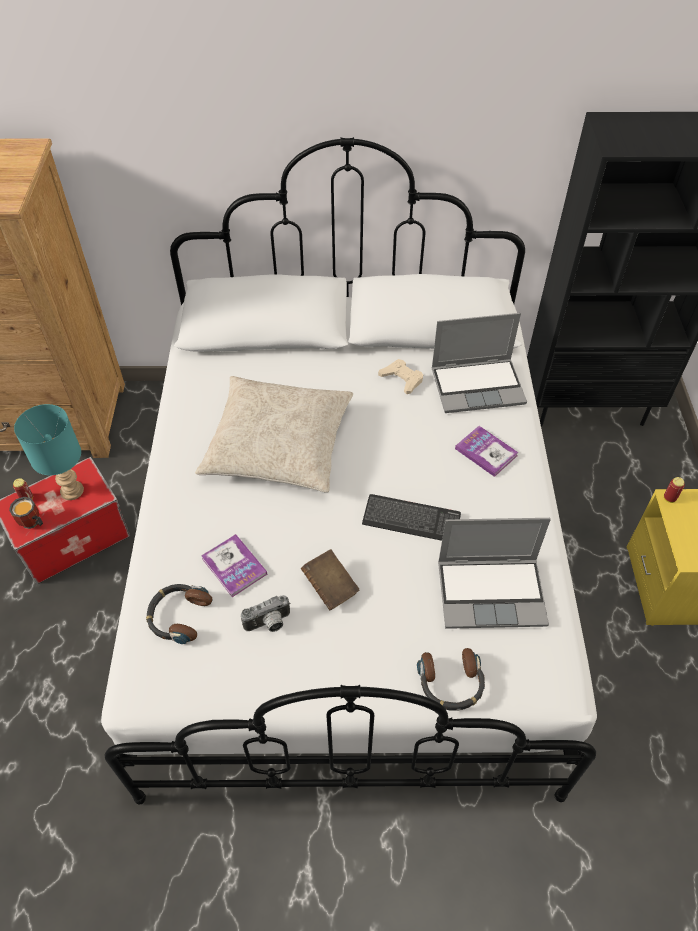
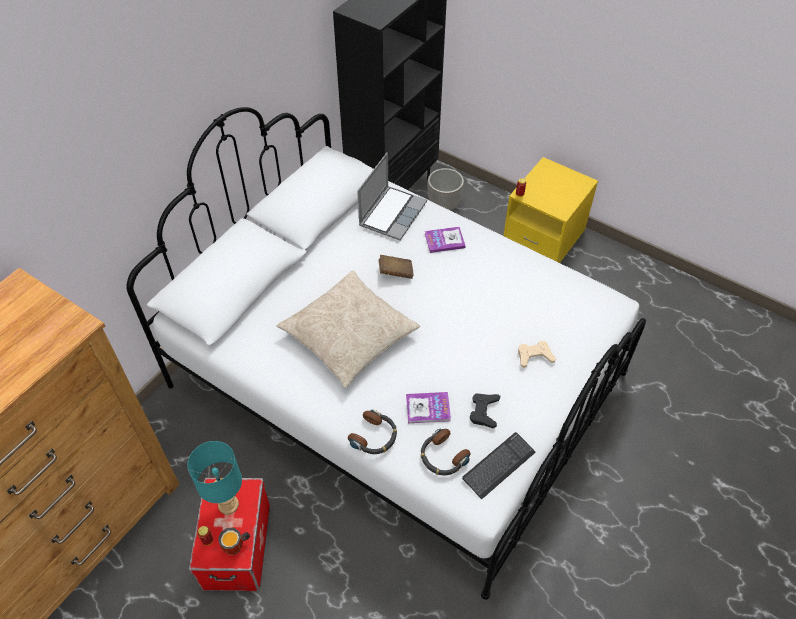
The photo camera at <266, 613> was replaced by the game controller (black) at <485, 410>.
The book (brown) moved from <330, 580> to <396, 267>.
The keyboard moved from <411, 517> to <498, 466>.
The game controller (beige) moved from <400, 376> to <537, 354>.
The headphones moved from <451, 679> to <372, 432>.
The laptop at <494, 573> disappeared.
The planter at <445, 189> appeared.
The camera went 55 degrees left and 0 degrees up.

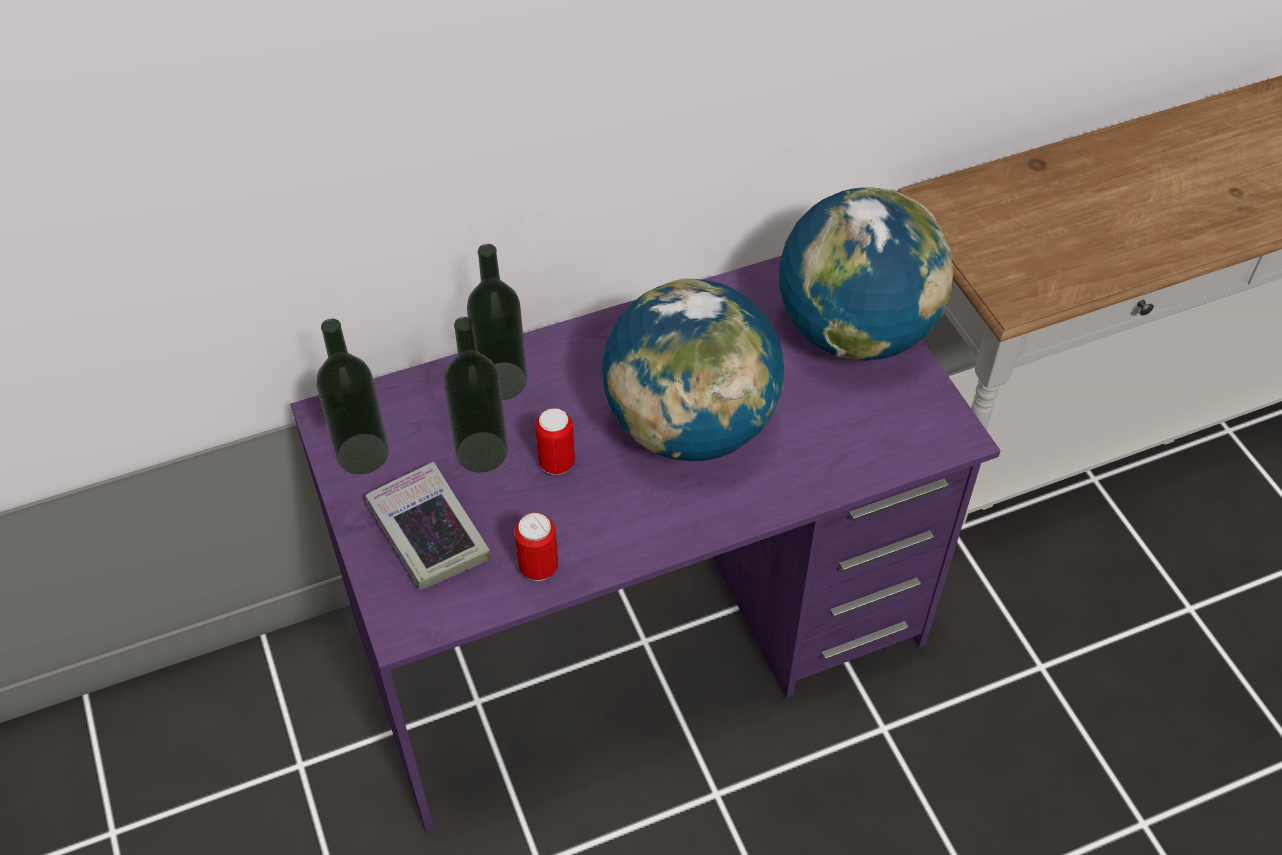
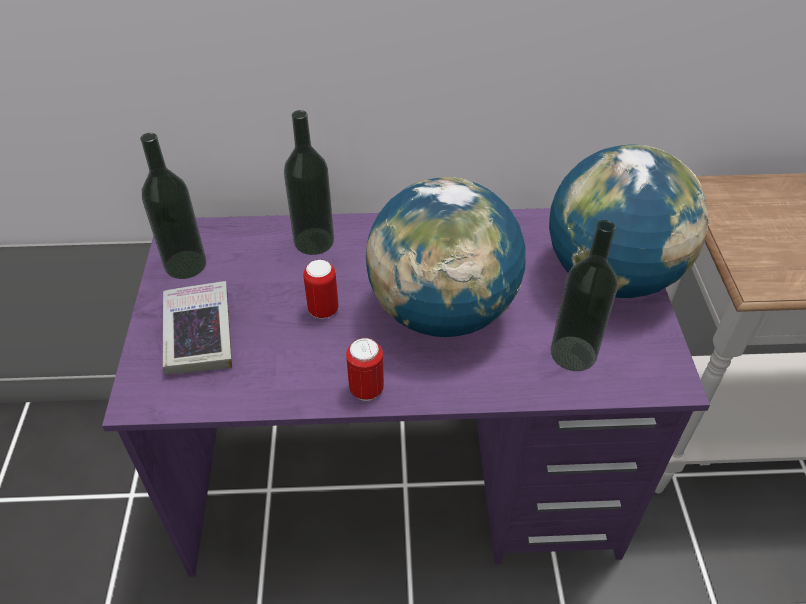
The bottle moved from <476, 395> to <584, 295>.
The can moved from <536, 546> to <365, 369>.
The camera went 20 degrees right and 5 degrees down.

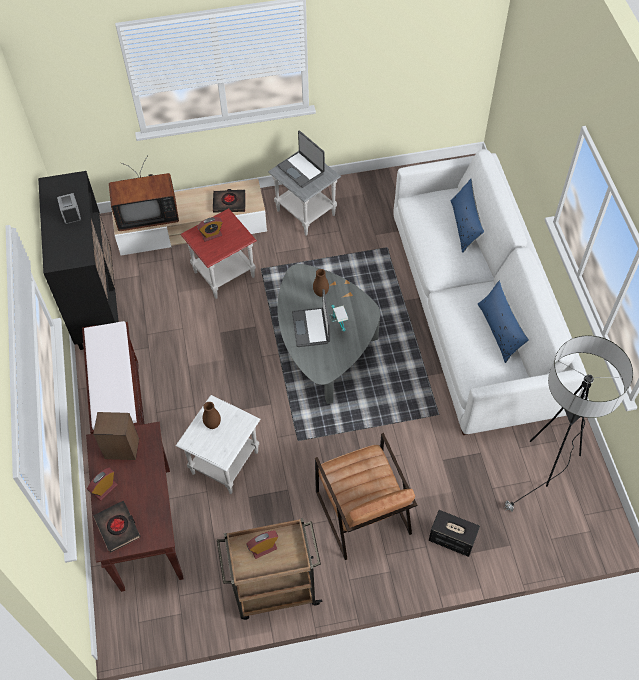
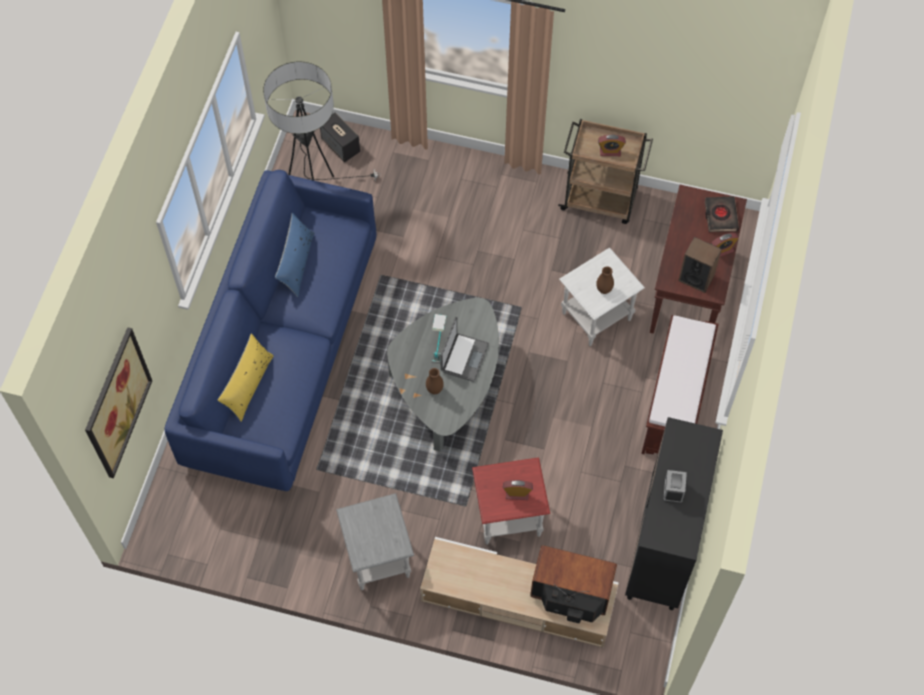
The book (black) at <229, 201> disappeared.
The laptop at <301, 159> disappeared.
The armchair (brown) at <366, 496> disappeared.
The sofa (white) at <490, 292> became the sofa (blue) at <270, 330>.
The speaker moved from <454, 533> to <340, 137>.
The pillow (blue) at <467, 216> became the pillow (yellow) at <246, 378>.
The picture at <118, 402> appeared.
The camera went 155 degrees left and 5 degrees up.

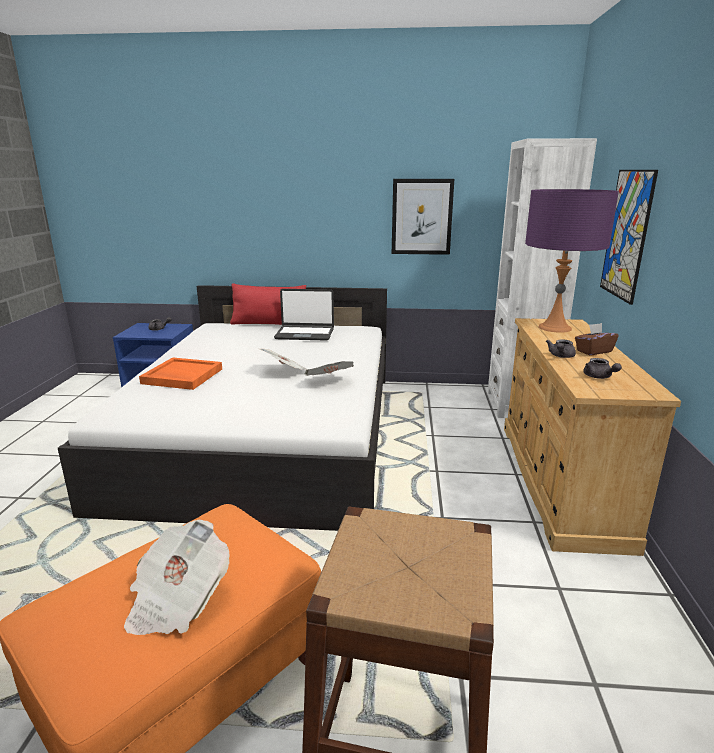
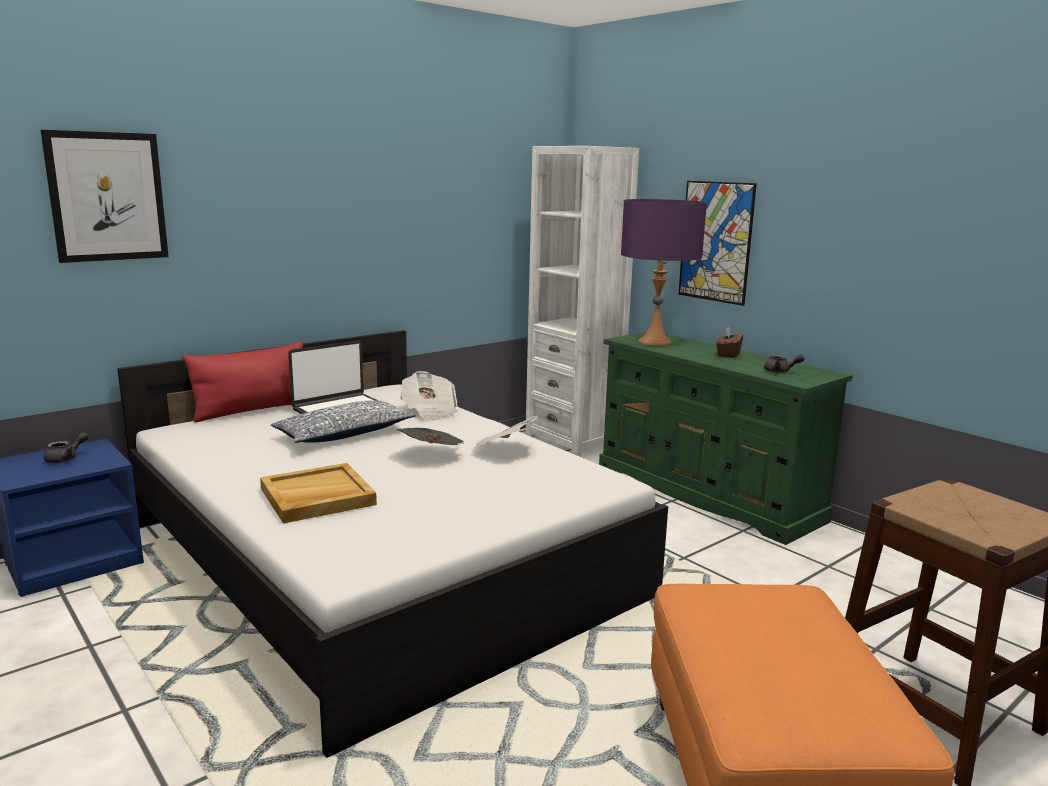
The newspaper moved from <177, 577> to <428, 396>.
The tray (orange) at <180, 373> became the tray (beige) at <318, 493>.
The picture moved from <423, 217> to <105, 196>.
The dresser (beige) at <592, 437> became the dresser (green) at <726, 438>.
The teapot (grey) at <561, 348> disappeared.
The pillow at <343, 422> appeared.
The camera went 45 degrees left and 5 degrees down.

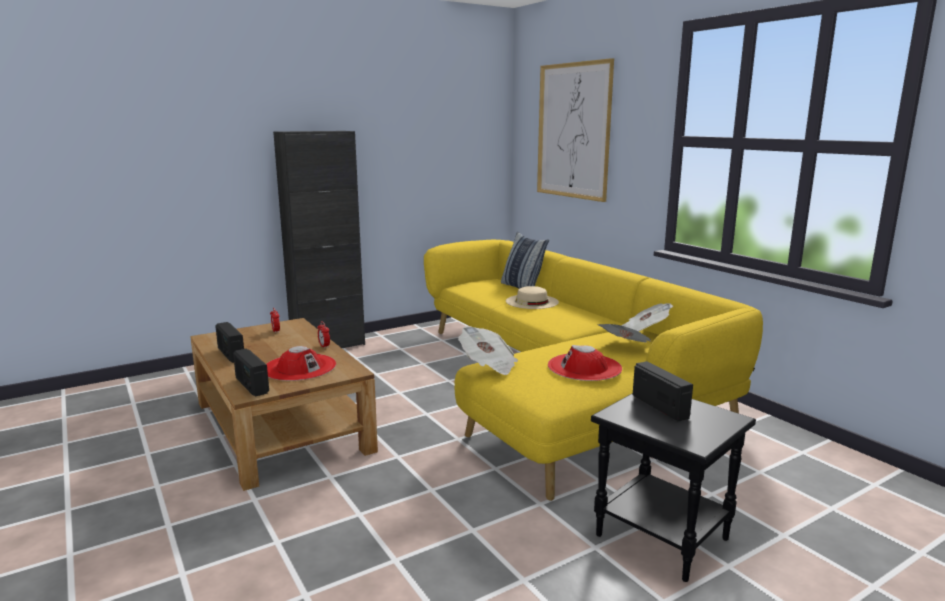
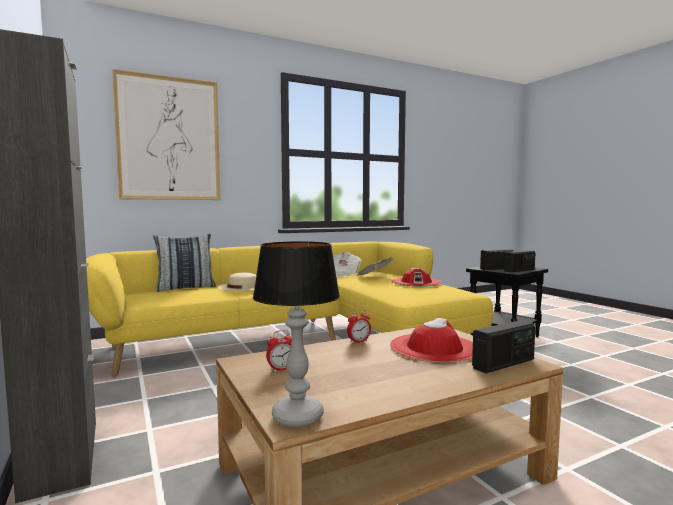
The radio moved from <229, 342> to <520, 261>.
The newspaper at <488, 350> disappeared.
The table lamp at <296, 334> appeared.
The camera went 85 degrees left and 10 degrees down.

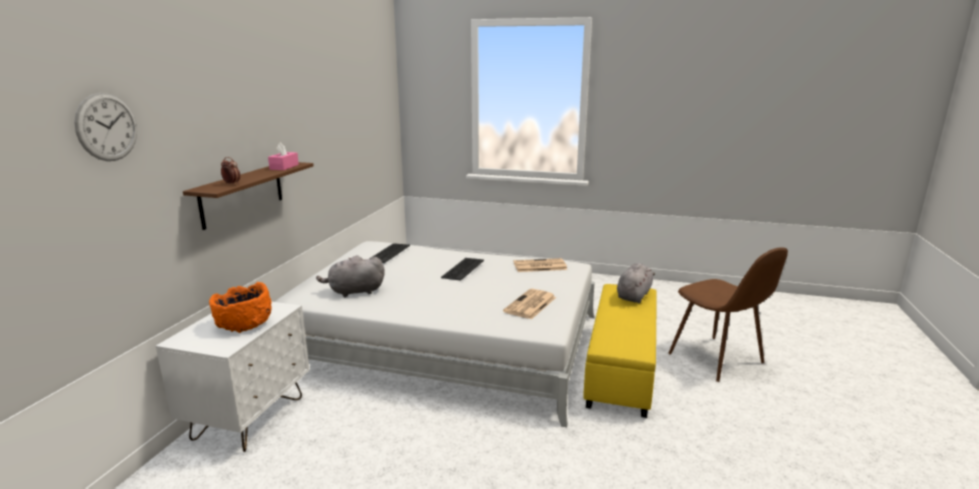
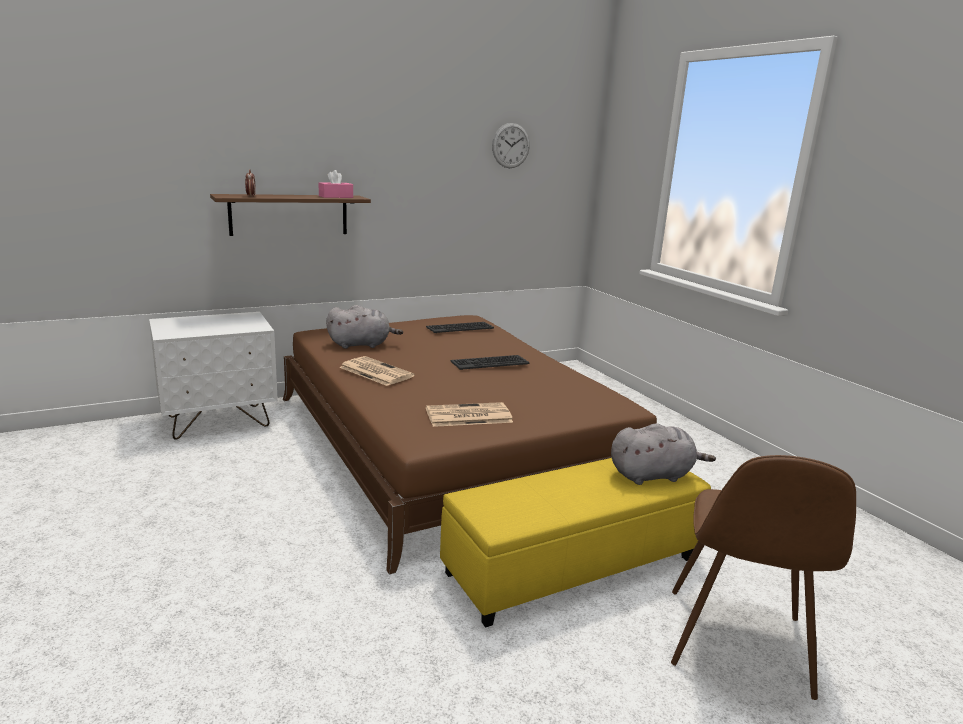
The wall clock moved from <105, 127> to <511, 145>.
The bowl (orange) at <240, 307> disappeared.
The bed (white) at <435, 334> became the bed (brown) at <470, 445>.
The plush toy (grey) at <350, 276> turned 135 degrees clockwise.
The newspaper moved from <540, 265> to <377, 371>.
The camera went 45 degrees right and 0 degrees up.

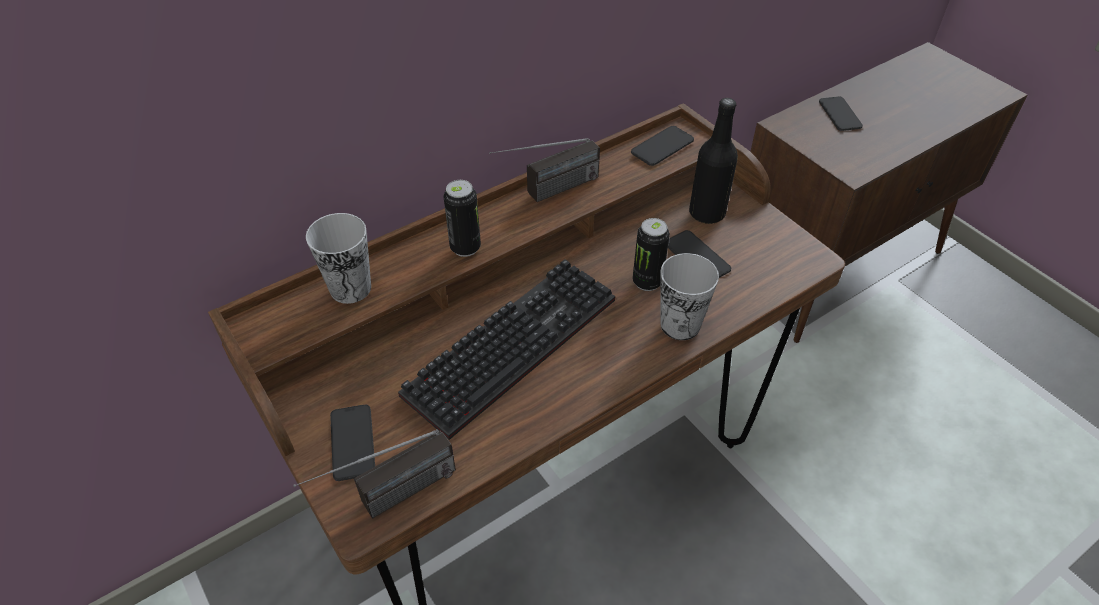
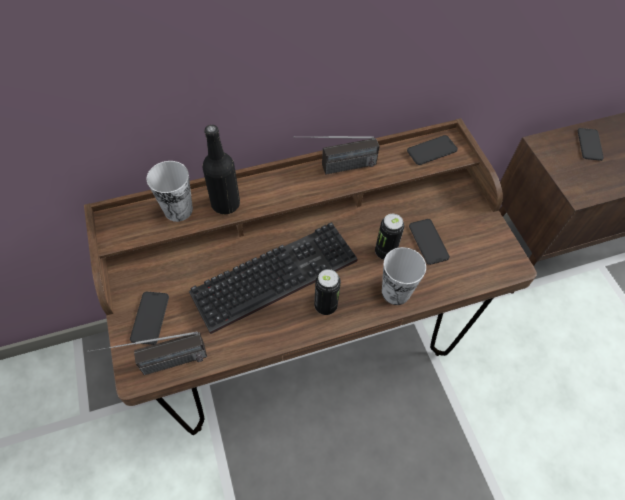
The can moved from <462, 218> to <327, 292>.
The bottle (black) moved from <713, 161> to <221, 169>.
The camera went 15 degrees right and 10 degrees up.

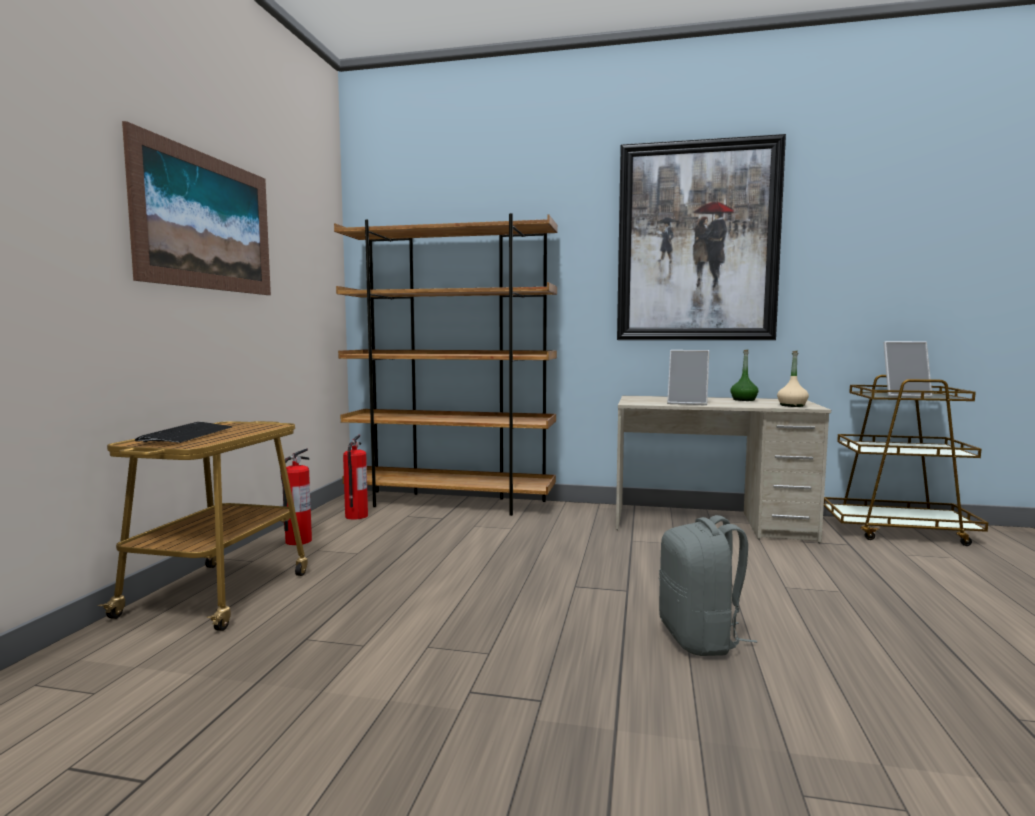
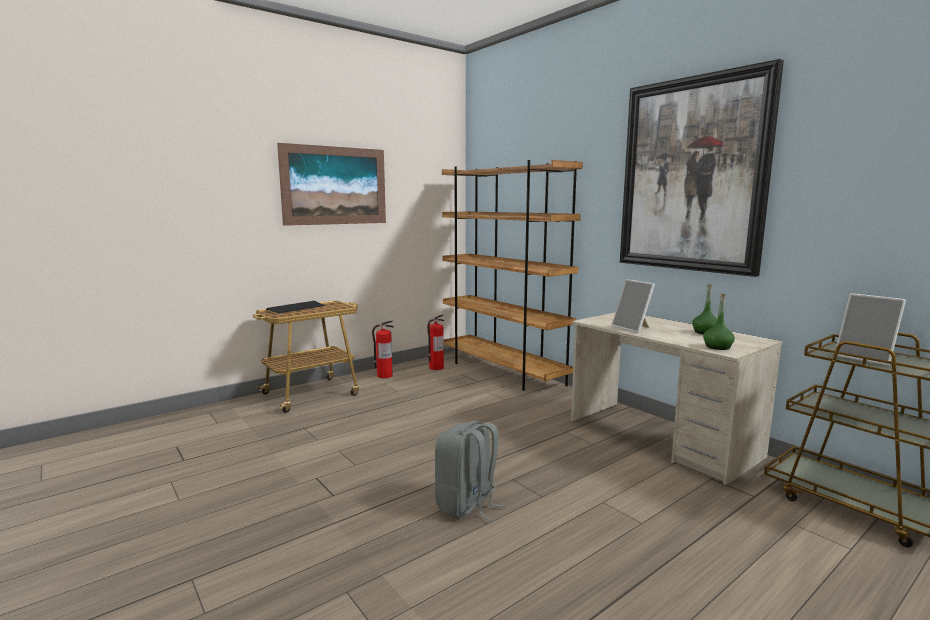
The bottle (beige) at <793, 379> became the bottle (green) at <719, 322>.
The camera went 40 degrees right and 5 degrees up.

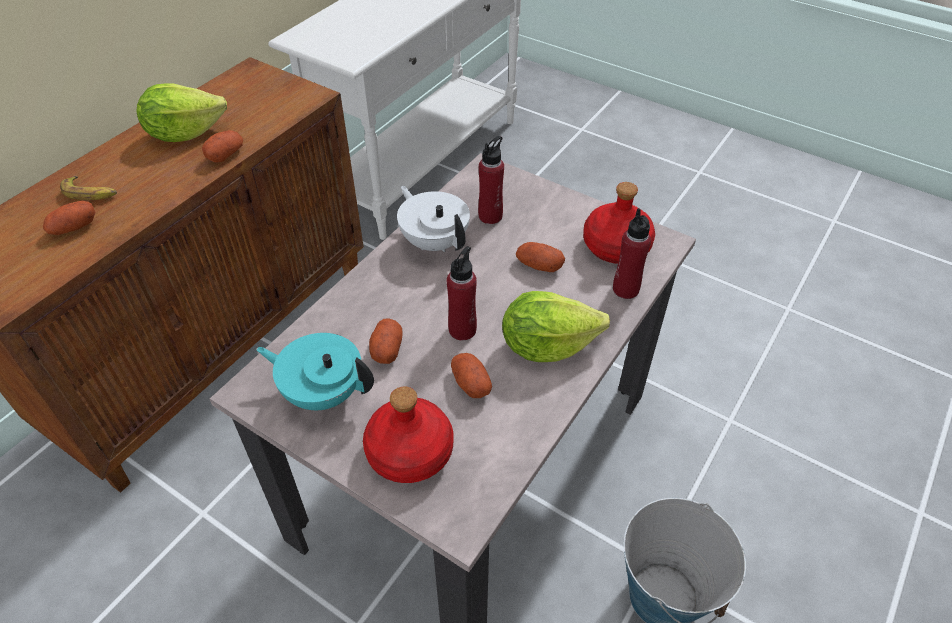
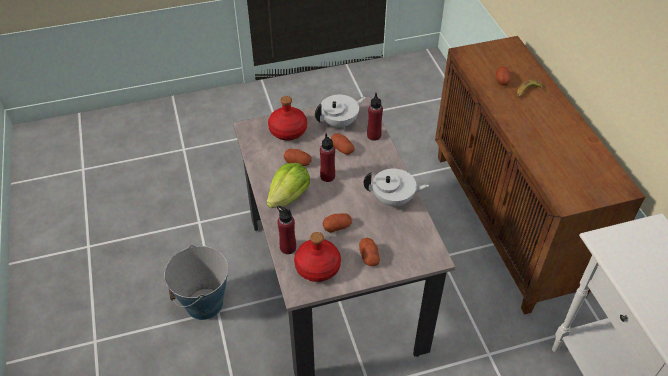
The lettuce at <181, 112> disappeared.
The potato moved from <222, 146> to <369, 252>.
The teapot (turquoise) at <315, 371> became the teapot (white) at <340, 112>.
The bottle (red) moved from <491, 180> to <375, 117>.
The camera went 130 degrees right and 0 degrees up.

